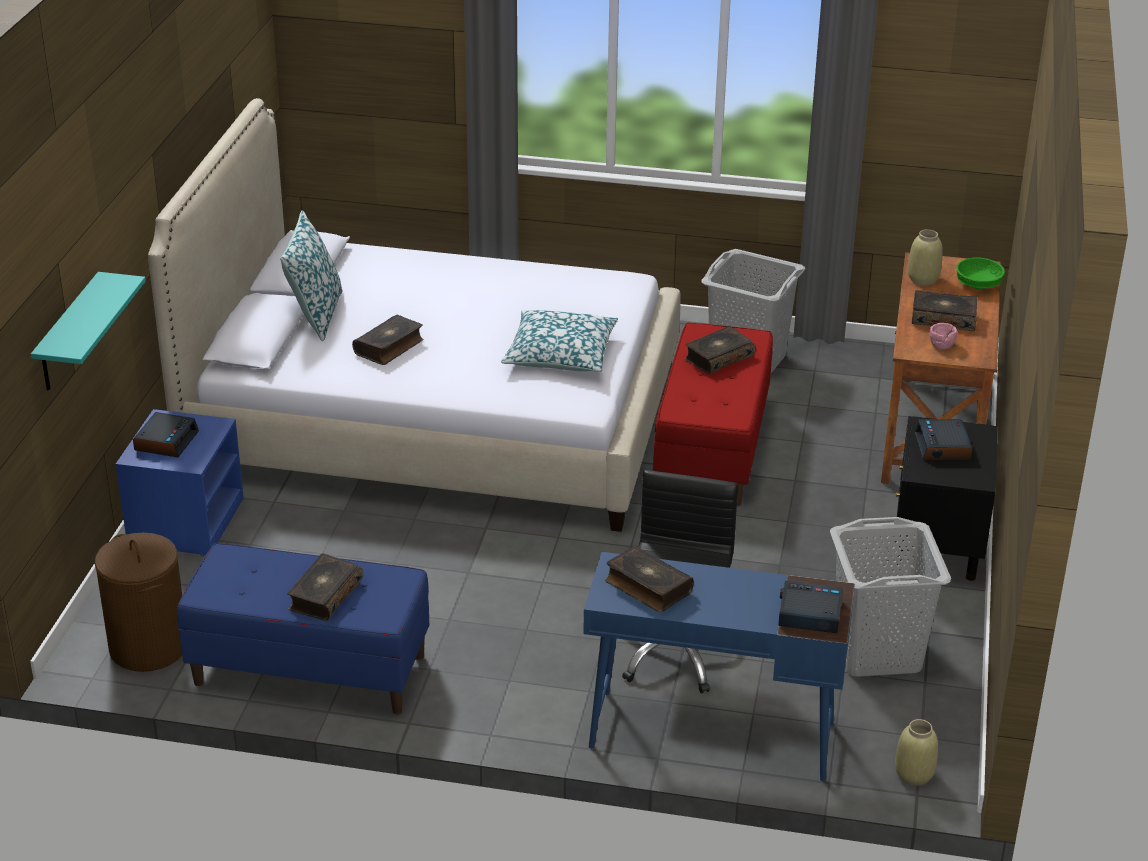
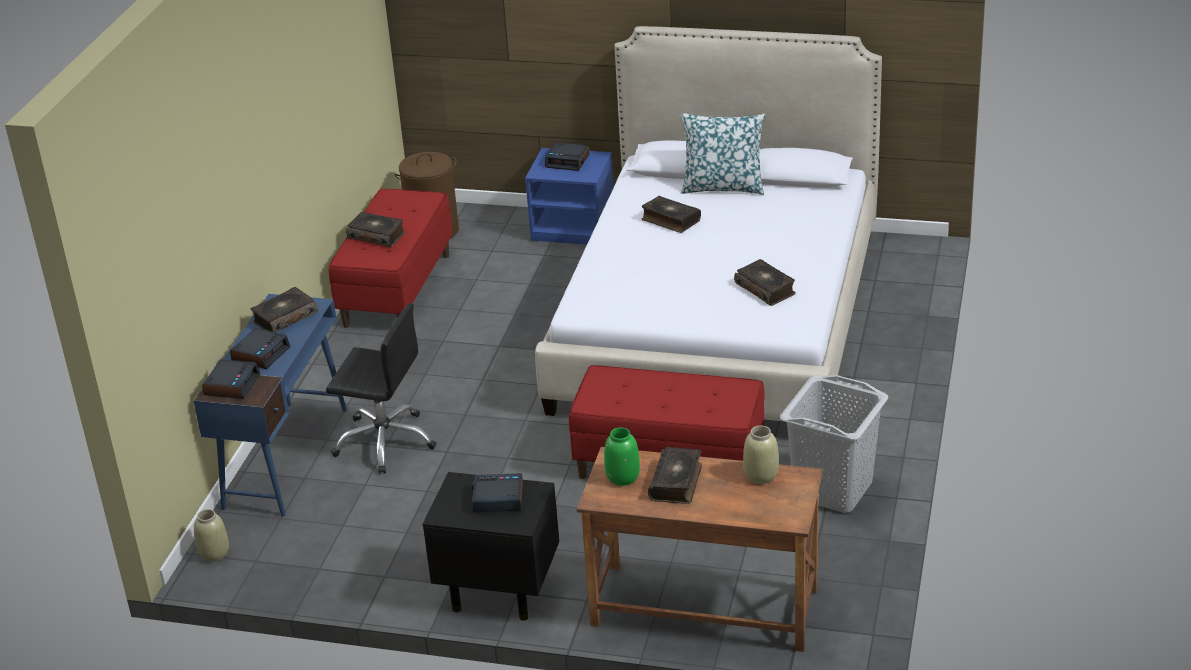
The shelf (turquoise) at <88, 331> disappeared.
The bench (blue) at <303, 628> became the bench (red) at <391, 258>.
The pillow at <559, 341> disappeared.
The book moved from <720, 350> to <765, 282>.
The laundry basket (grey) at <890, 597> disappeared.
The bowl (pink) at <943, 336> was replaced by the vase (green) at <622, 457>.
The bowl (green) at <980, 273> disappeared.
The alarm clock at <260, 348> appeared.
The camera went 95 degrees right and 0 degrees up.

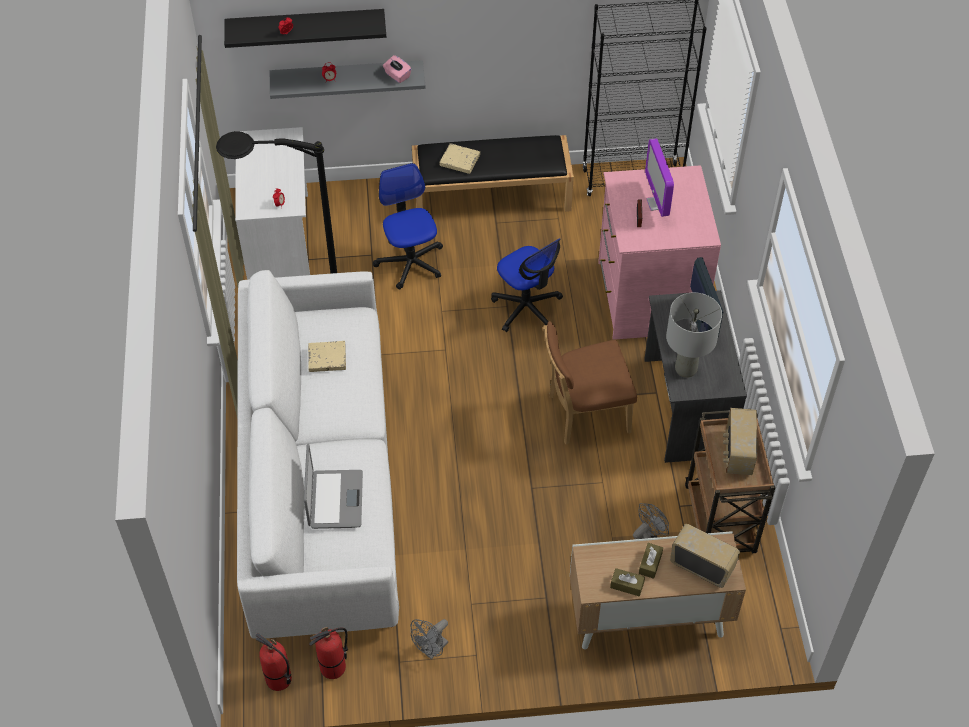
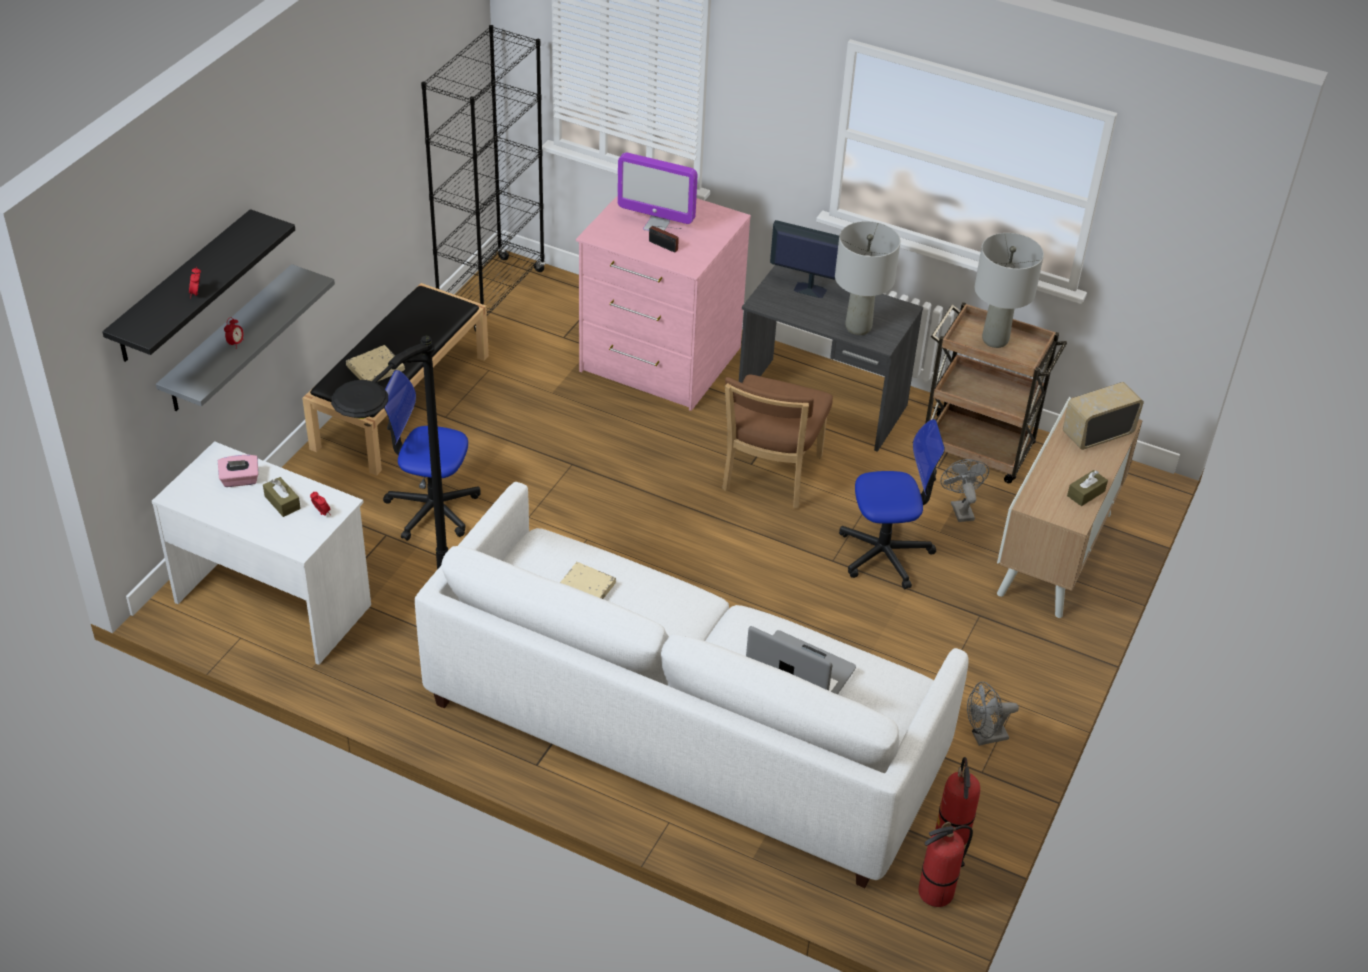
The tissue box (pink) moved from <397, 69> to <238, 471>.
The fan (grey) at <429, 639> turned 90 degrees clockwise.
The office chair moved from <527, 285> to <892, 504>.
The tissue box (brown) moved from <651, 561> to <282, 497>.
The radio at <740, 441> was replaced by the table lamp (grey) at <1009, 290>.
The camera went 60 degrees left and 10 degrees down.

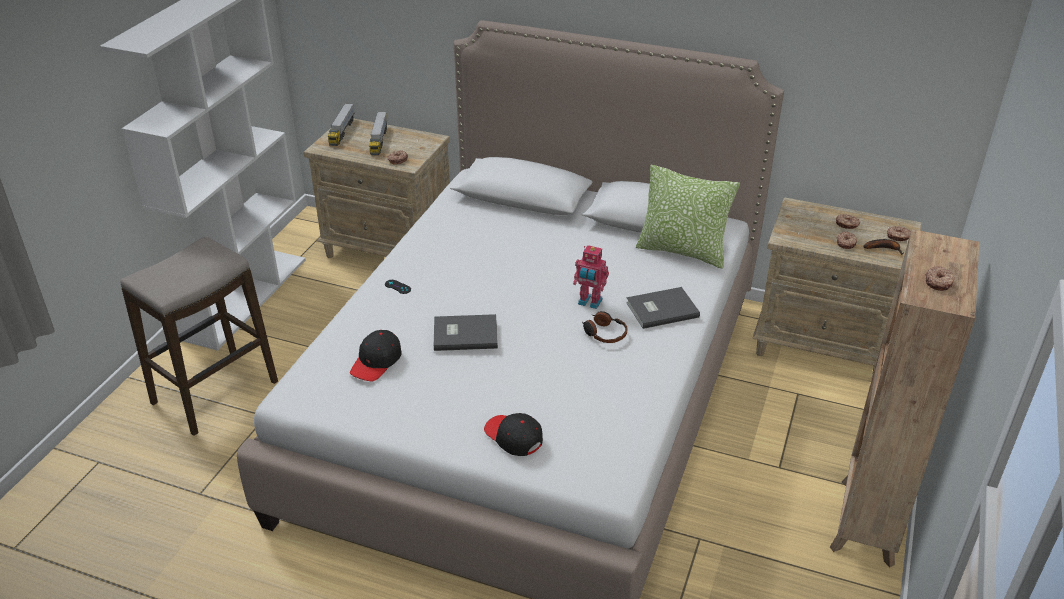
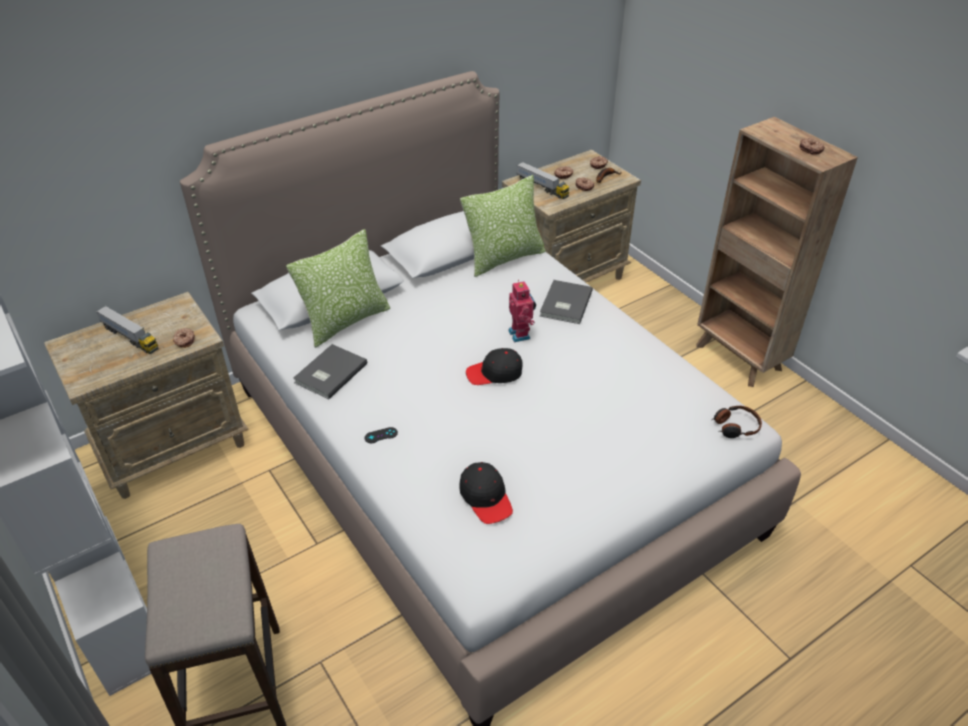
The toy truck moved from <341, 124> to <543, 180>.
The book (grey) moved from <466, 332> to <330, 371>.
The cap (black) moved from <513, 434> to <494, 366>.
The toy robot at <591, 277> turned 75 degrees counterclockwise.
The headphones moved from <605, 327> to <737, 422>.
The pillow at <338, 288> appeared.
The camera went 55 degrees left and 5 degrees up.

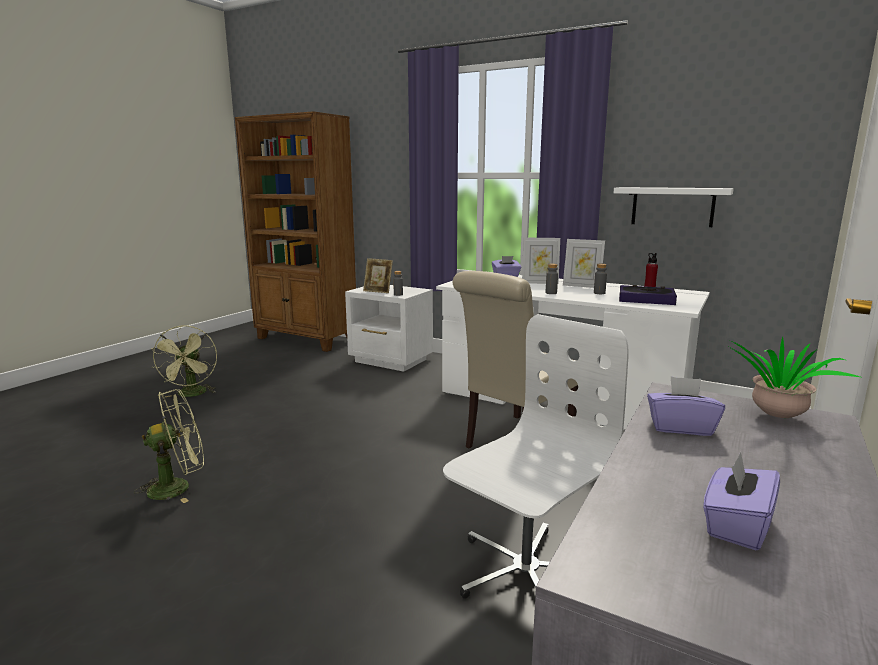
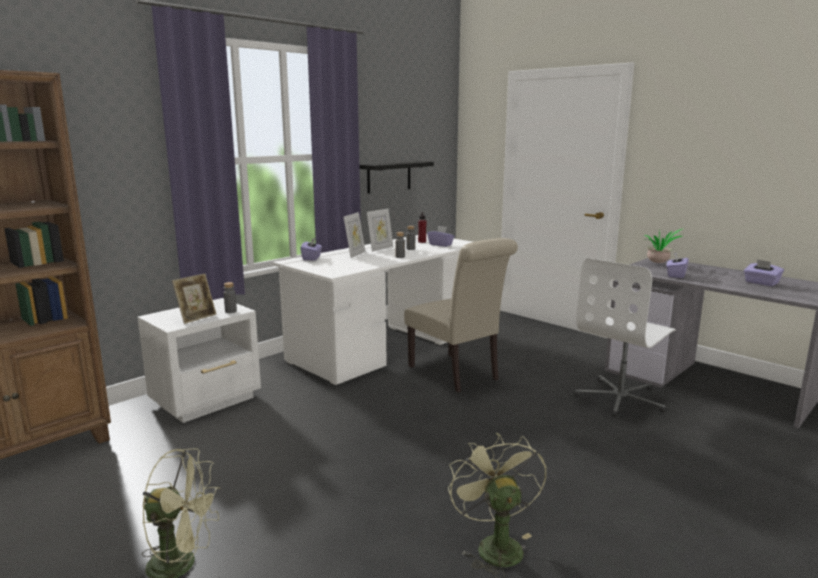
The office chair (white) at <536, 456> turned 105 degrees counterclockwise.
The shelf (white) at <674, 207> became the shelf (black) at <396, 177>.
The book at <648, 295> was replaced by the tissue box (purple) at <440, 236>.
The camera went 75 degrees left and 0 degrees up.

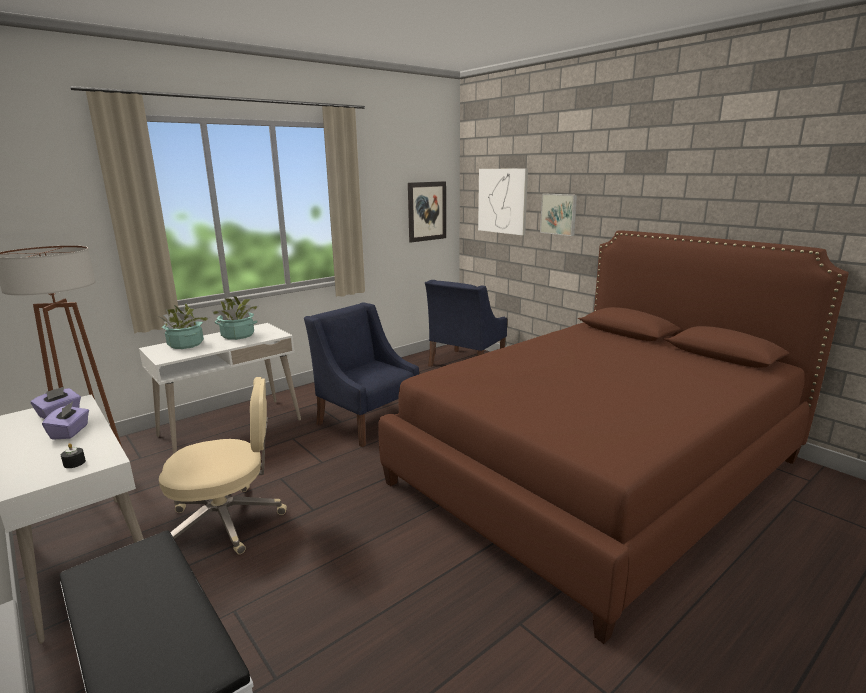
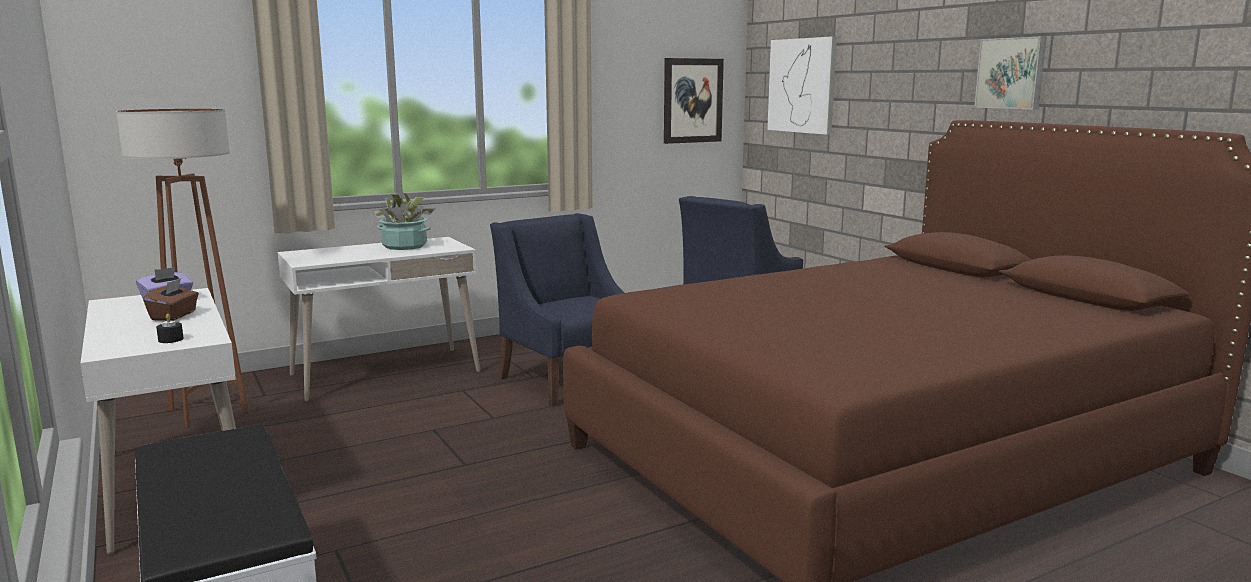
The tissue box (purple) at <65, 421> became the tissue box (brown) at <171, 299>.
The potted plant at <185, 326> disappeared.
The office chair (beige) at <223, 465> disappeared.
The picture moved from <558, 215> to <1010, 72>.
The camera went 10 degrees right and 5 degrees down.

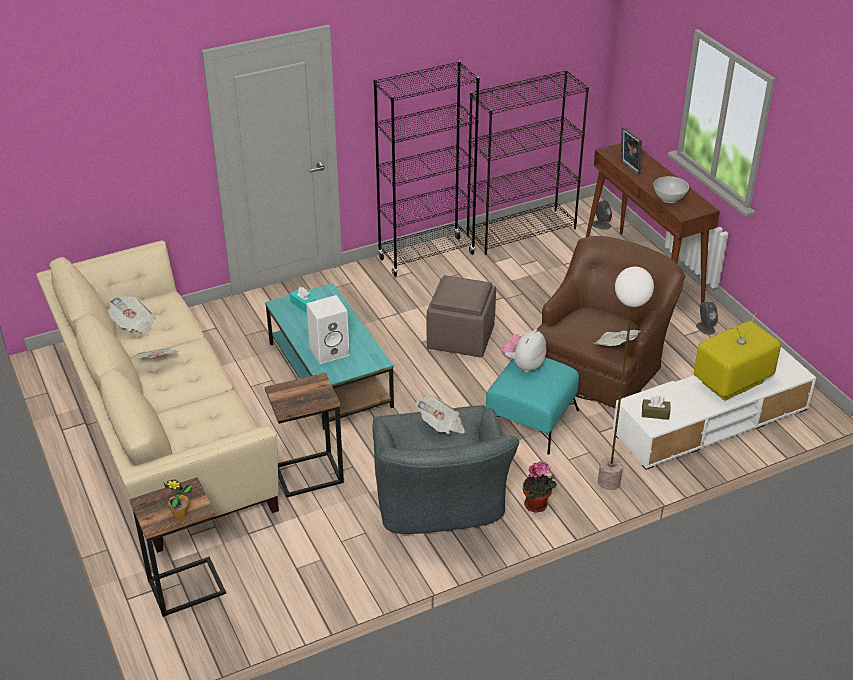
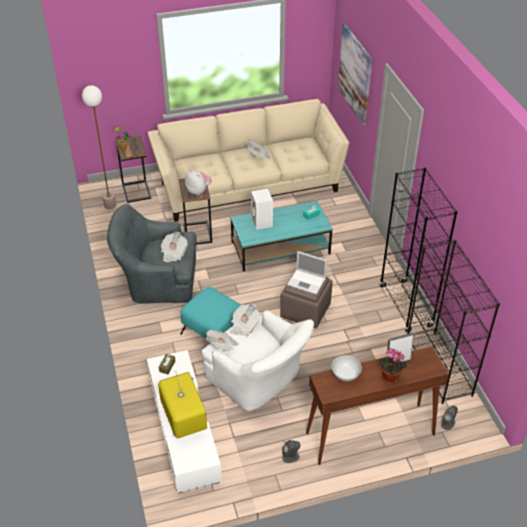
The newspaper moved from <131, 315> to <246, 320>.
The plush toy moved from <523, 350> to <198, 182>.
The potted plant moved from <540, 486> to <393, 366>.
The armchair (brown) at <611, 322> became the armchair (white) at <258, 360>.
The floor lamp moved from <626, 378> to <99, 147>.
The laptop at <307, 273> appeared.
The picture at <355, 75> appeared.
The camera went 100 degrees right and 5 degrees up.

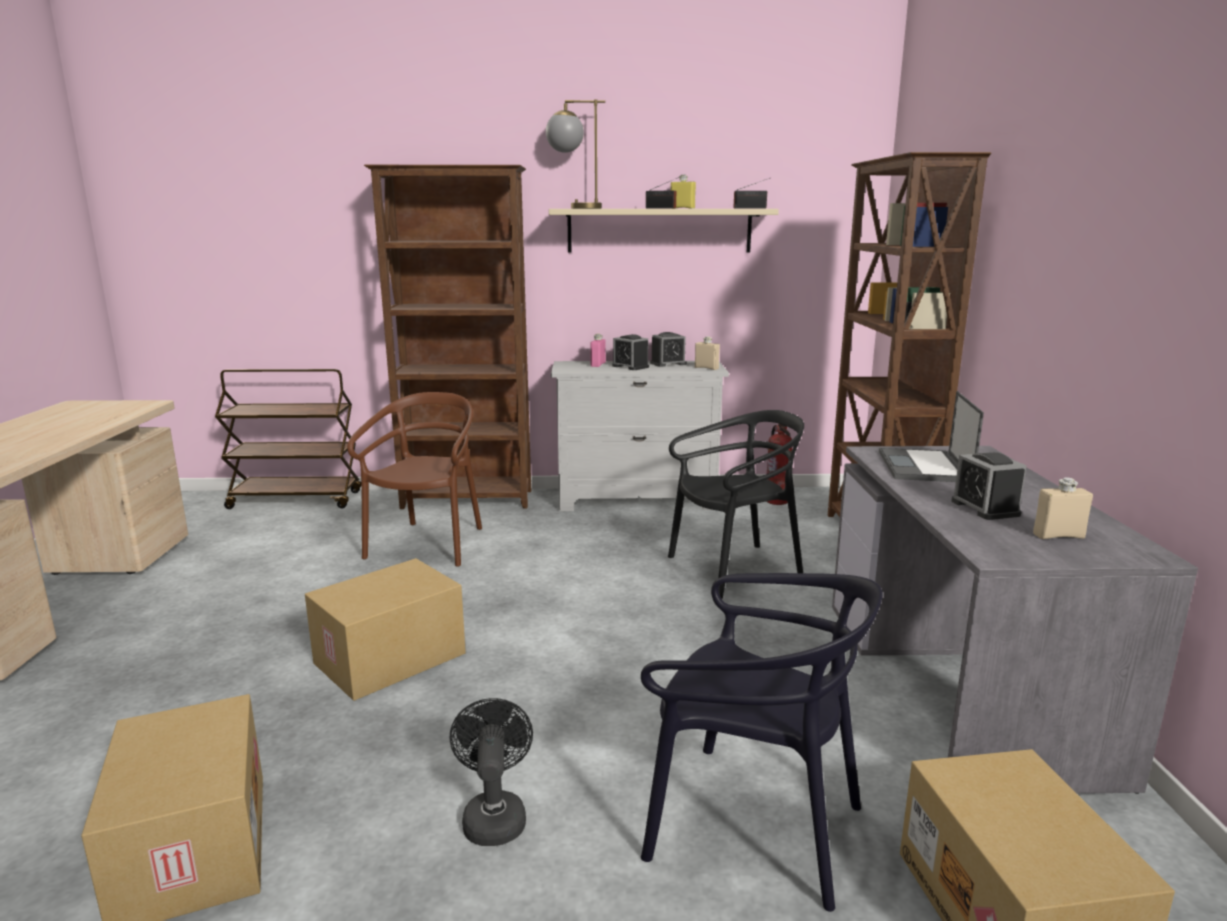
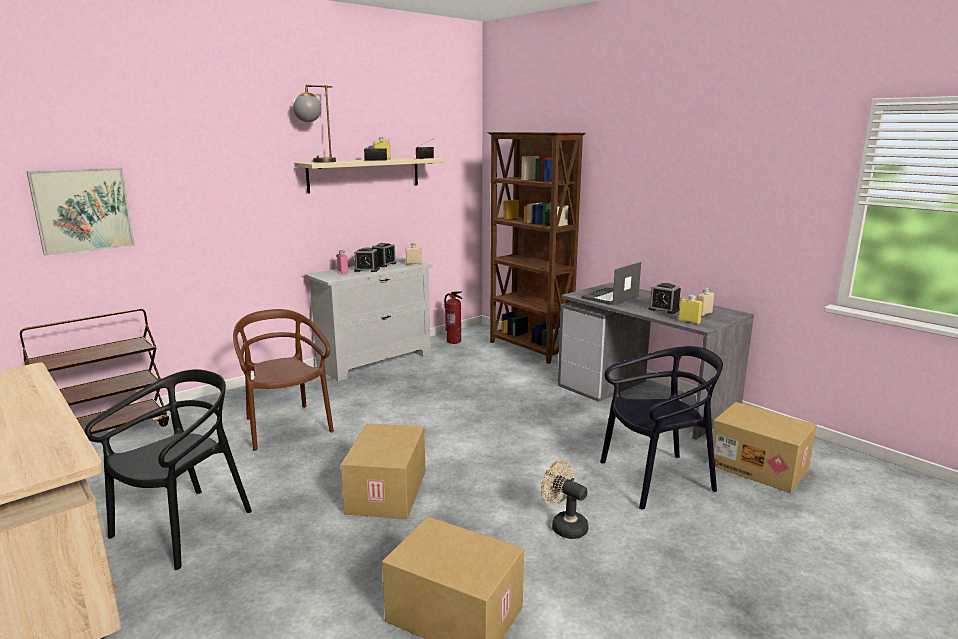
The bookcase (brown) at <447, 337> disappeared.
The fan (black) at <491, 772> became the fan (beige) at <565, 499>.
The chair (black) moved from <736, 504> to <168, 469>.
The laptop at <931, 436> turned 75 degrees clockwise.
The picture at <81, 212> appeared.
The bottle (yellow) at <690, 309> appeared.
The camera went 40 degrees left and 0 degrees up.

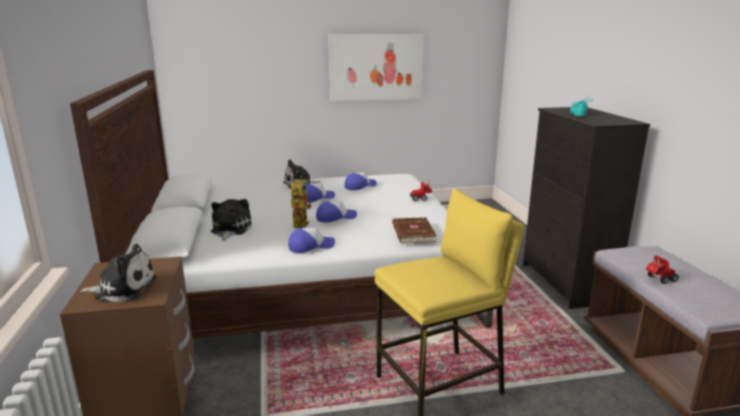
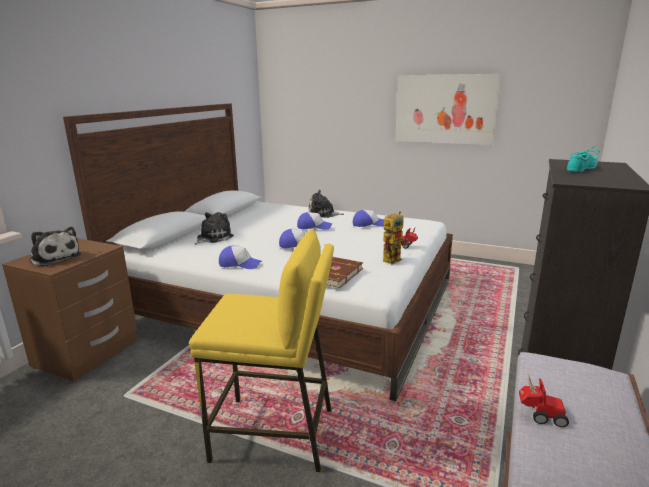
The toy robot moved from <301, 202> to <395, 237>.
The camera went 35 degrees right and 0 degrees up.

